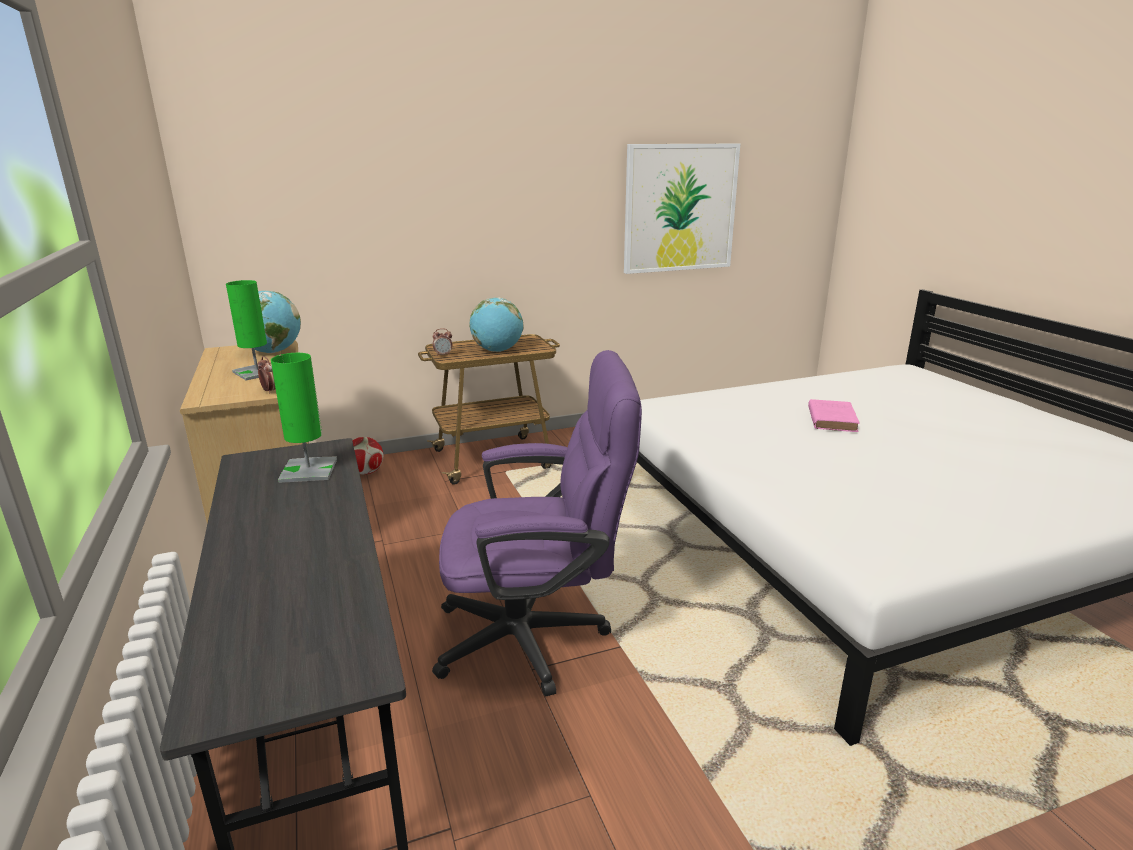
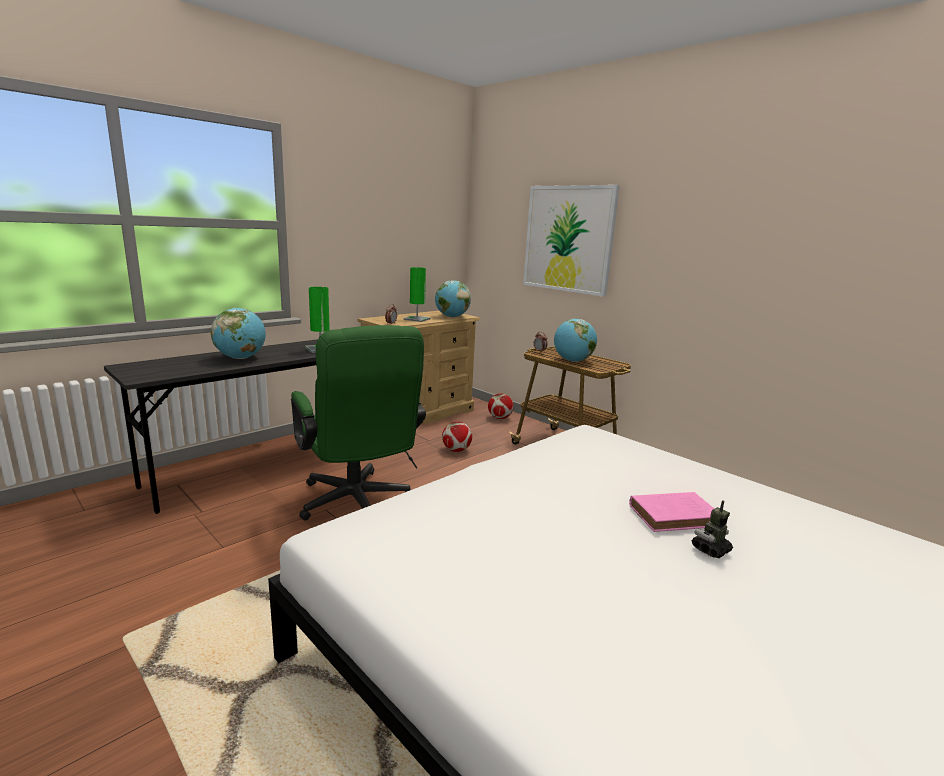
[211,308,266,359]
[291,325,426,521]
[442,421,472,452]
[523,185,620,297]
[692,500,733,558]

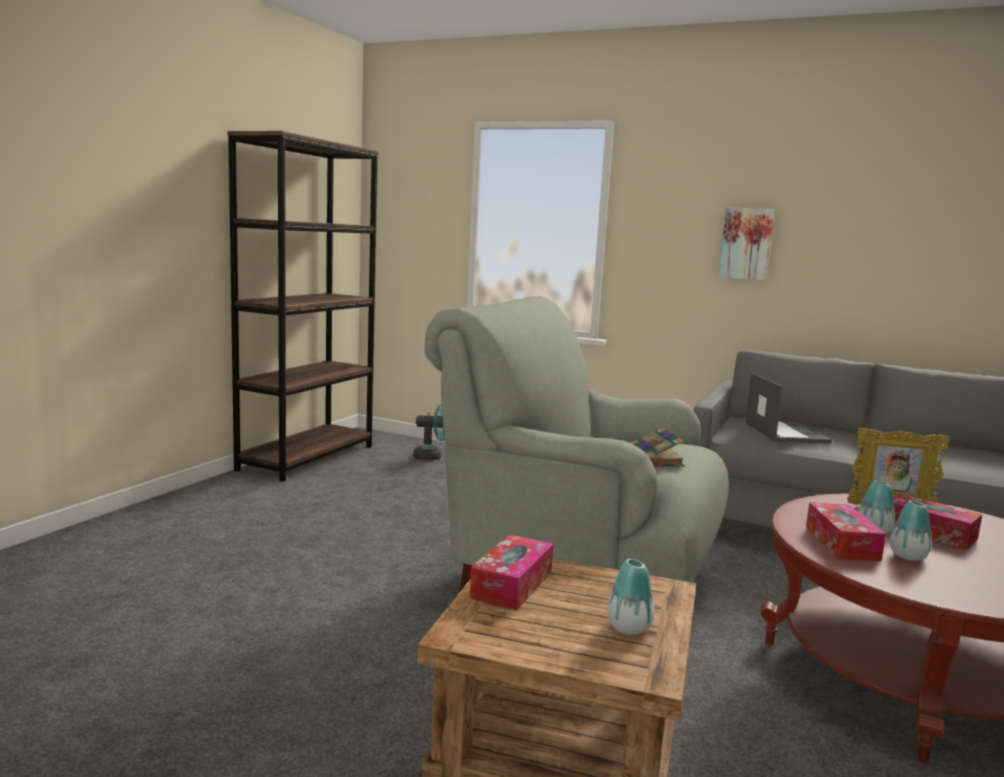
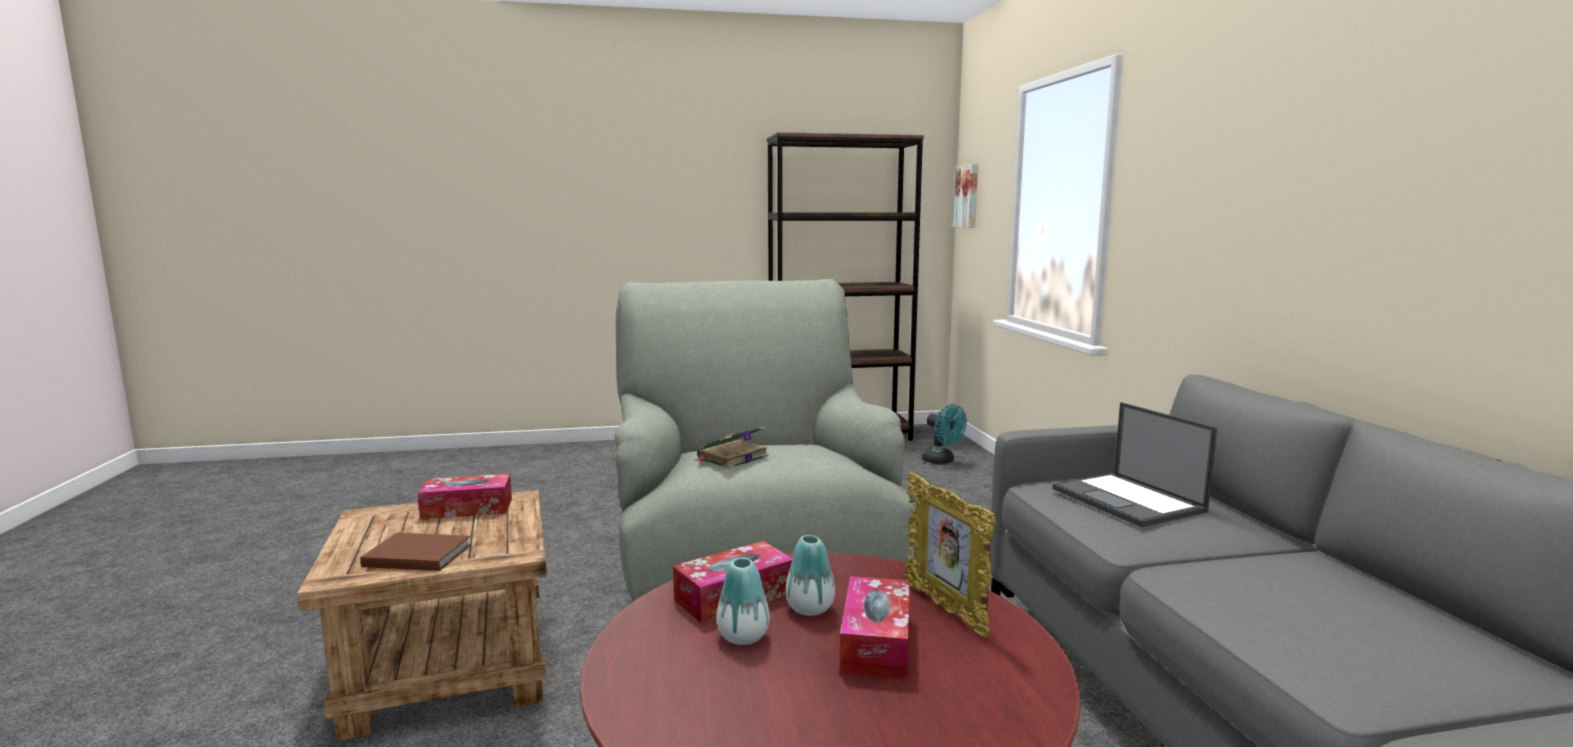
[360,533,471,571]
[953,164,978,228]
[1053,402,1217,527]

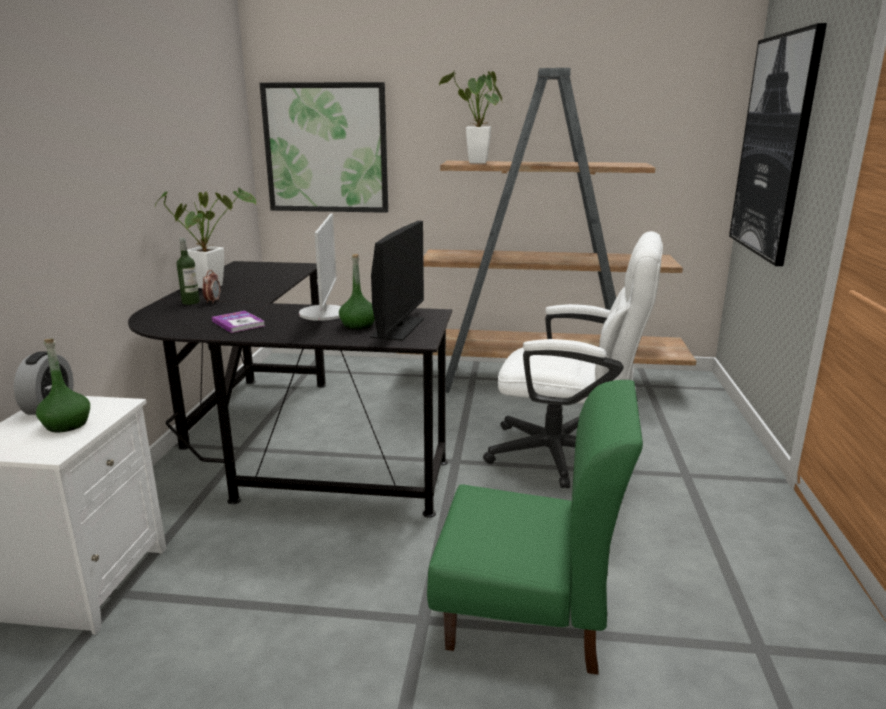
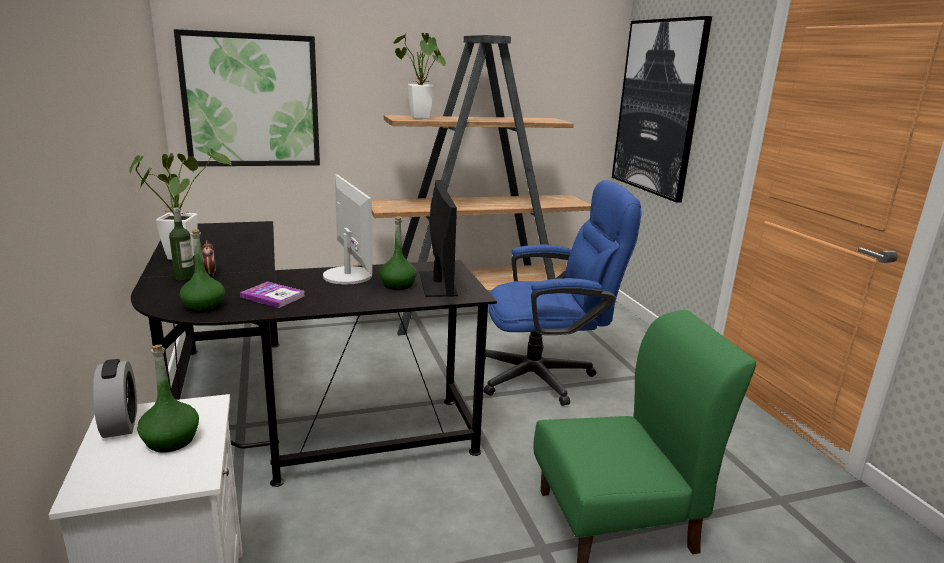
[180,229,225,312]
[475,180,642,406]

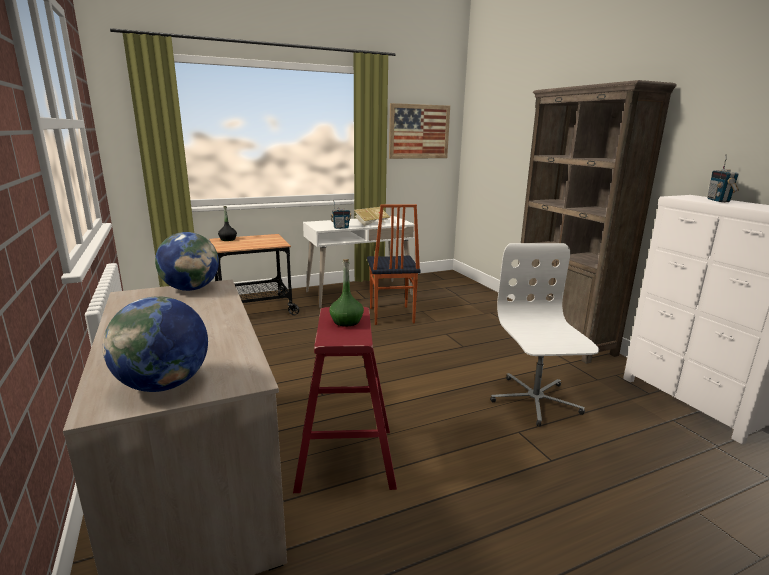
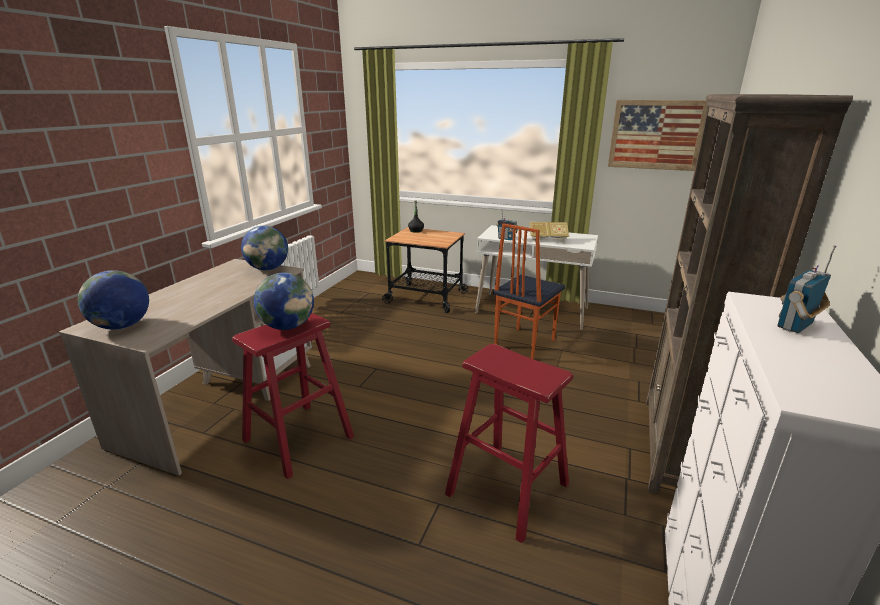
[254,273,314,330]
[445,344,573,543]

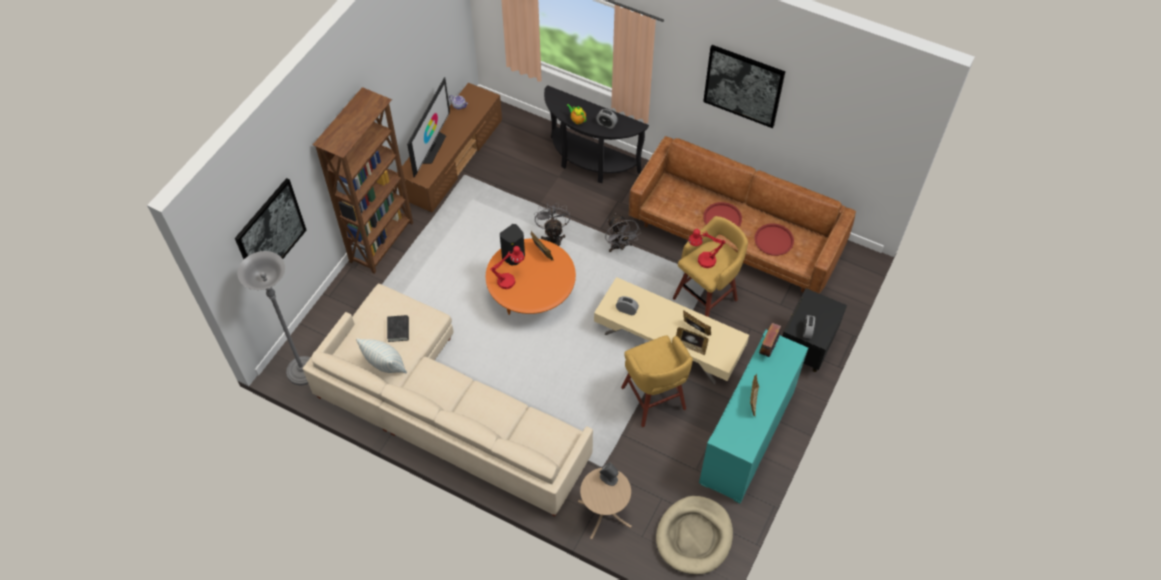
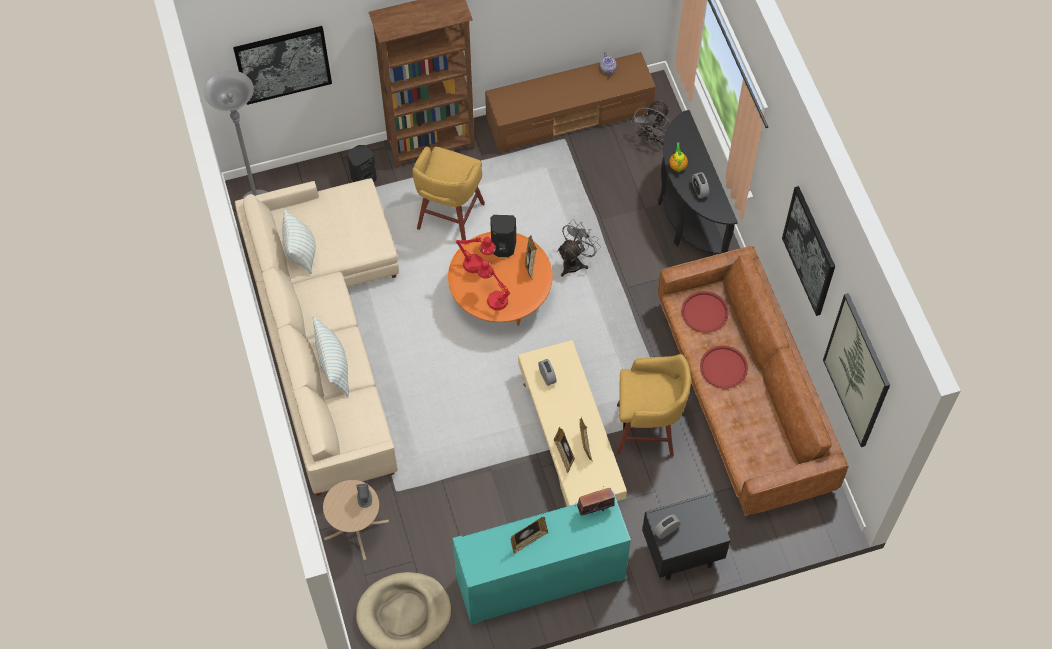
[313,317,349,397]
[347,145,377,182]
[412,146,485,240]
[477,260,510,310]
[631,100,671,145]
[681,291,729,333]
[823,293,890,447]
[387,315,409,342] (first image)
[407,77,450,178] (first image)

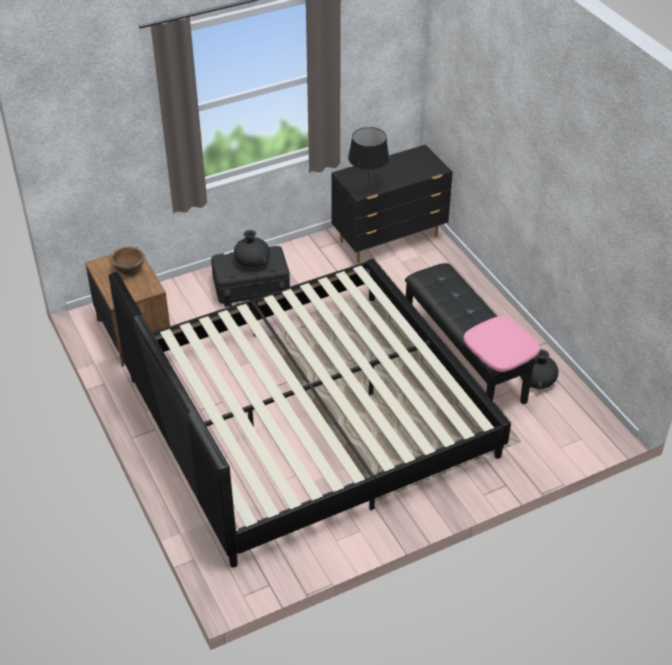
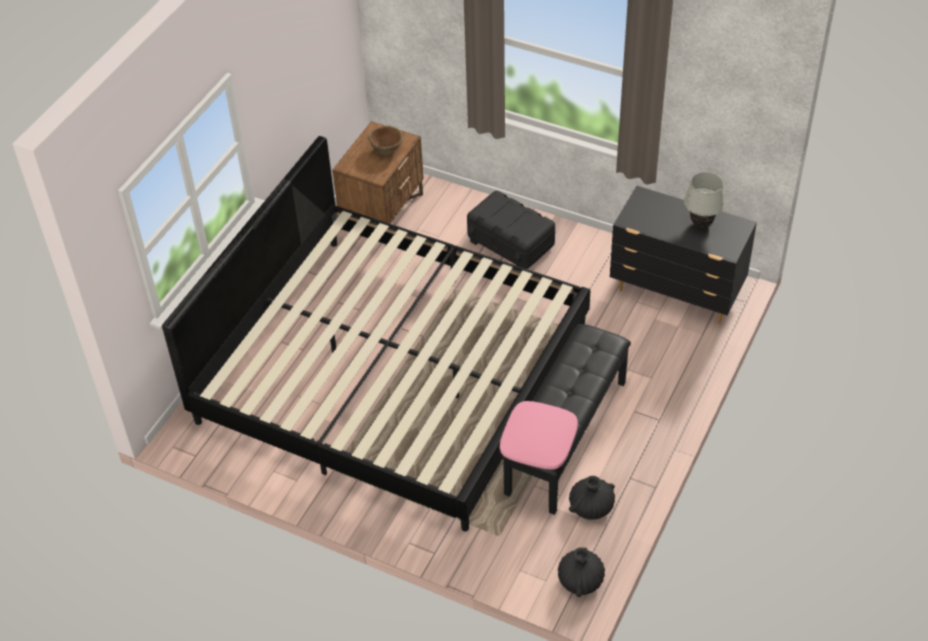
[558,547,605,597]
[684,172,725,228]
[348,127,389,183] (first image)

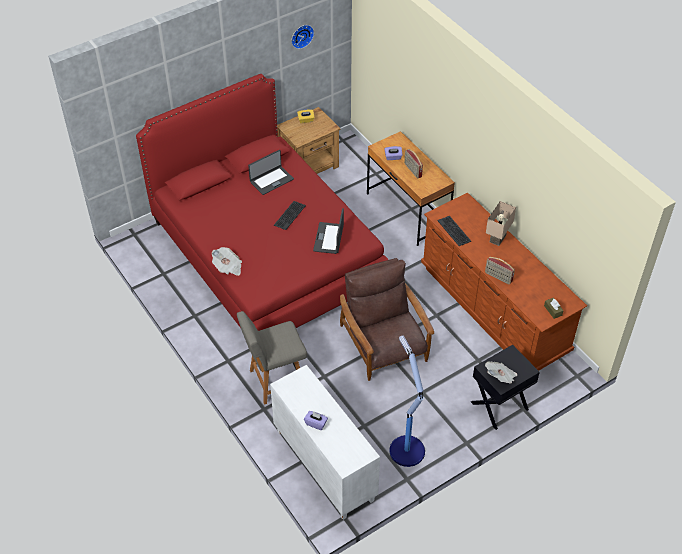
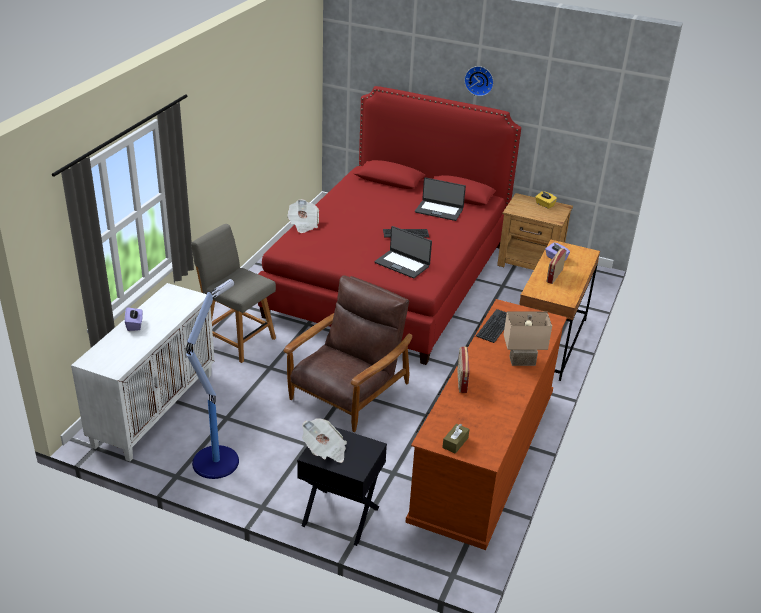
[374,226,432,279]
[464,66,494,96]

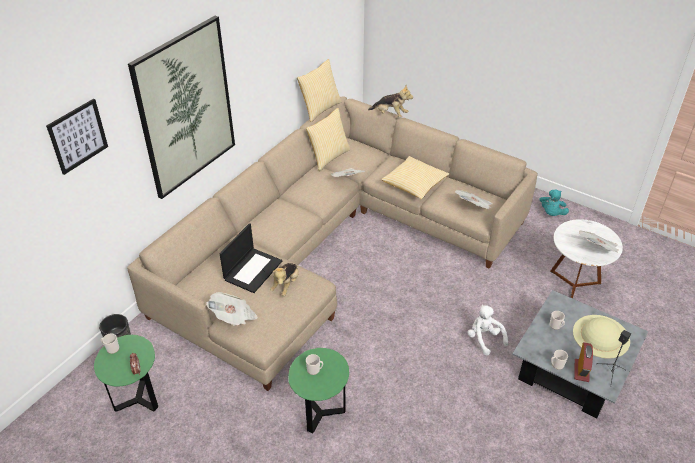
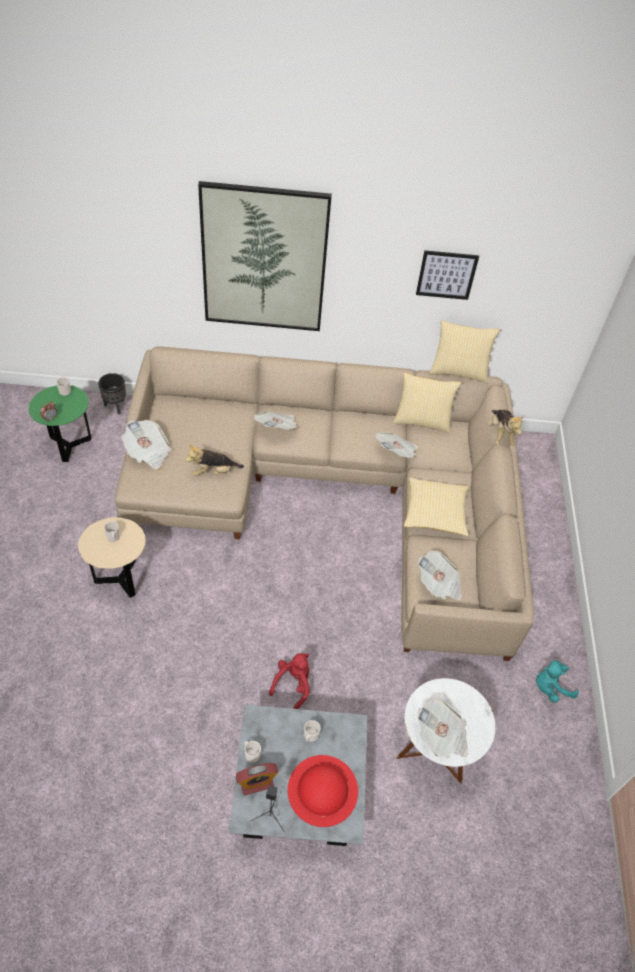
[78,517,146,598]
[254,411,297,430]
[269,653,310,709]
[288,755,358,827]
[416,250,479,300]
[219,223,282,293] (first image)

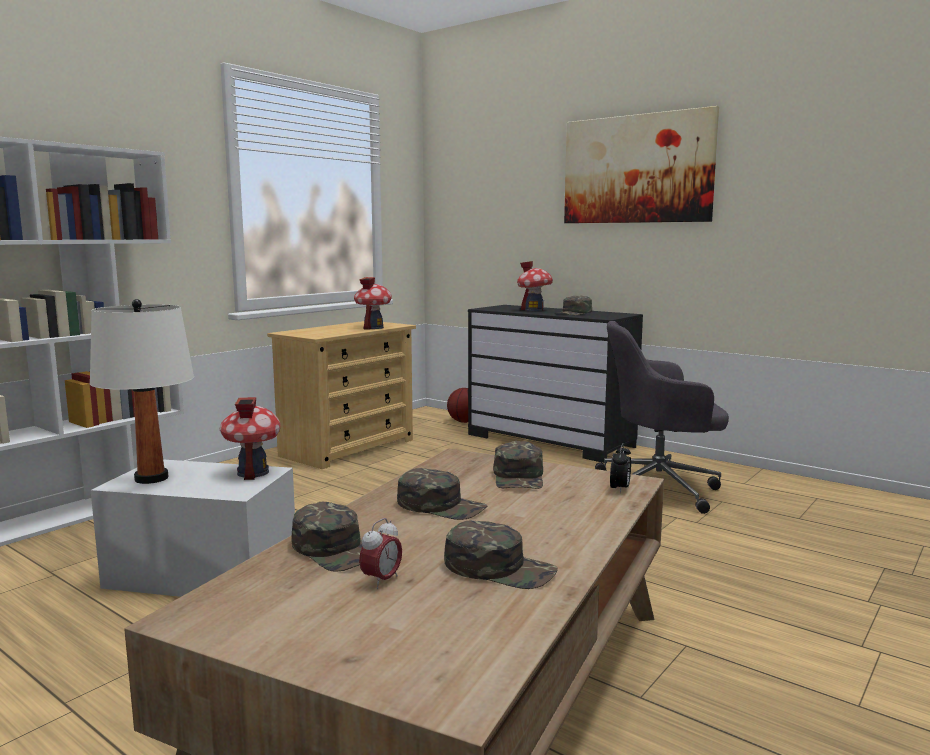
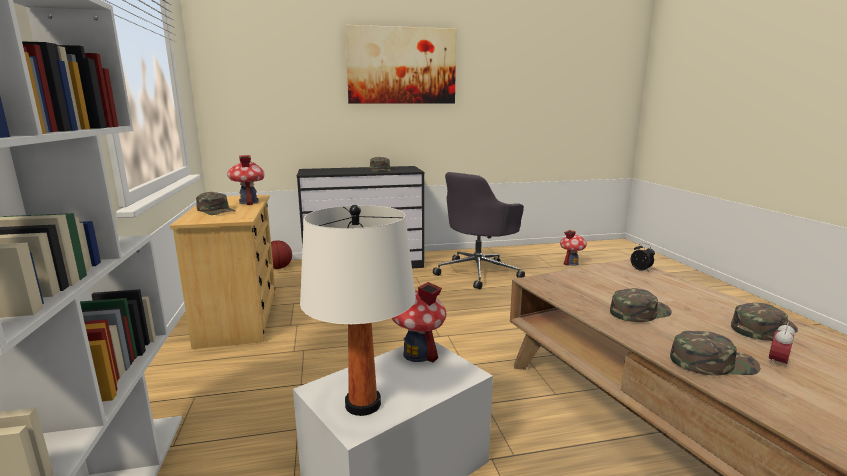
[196,192,236,215]
[560,230,587,266]
[769,322,795,366]

